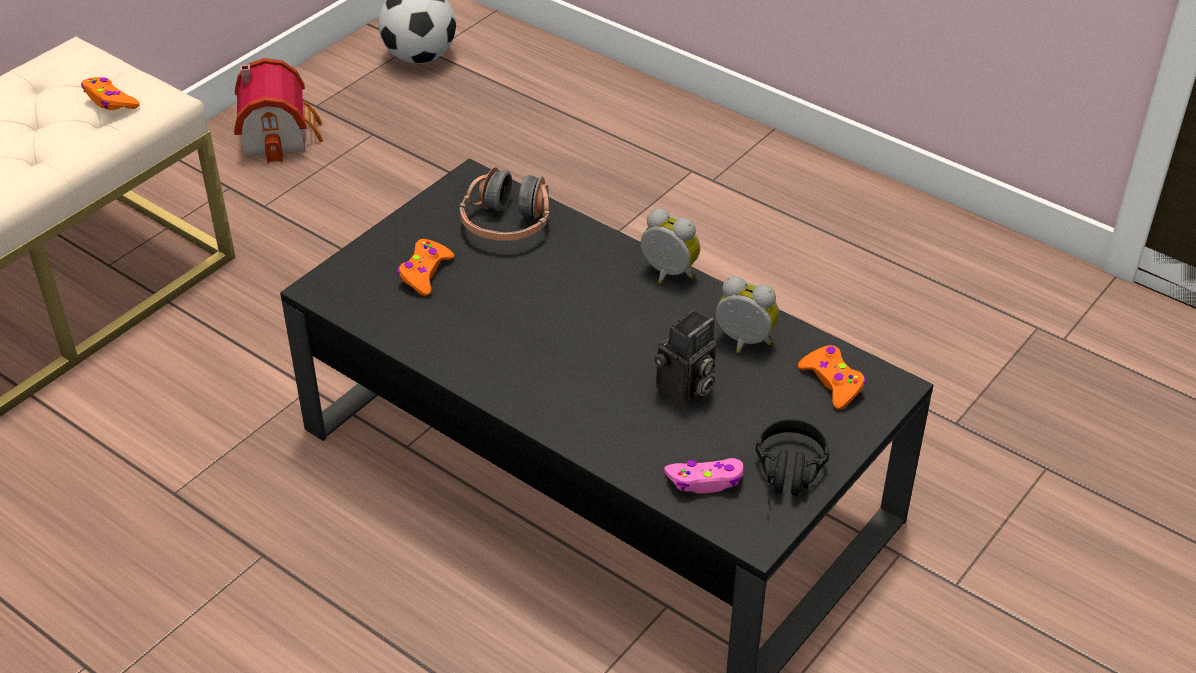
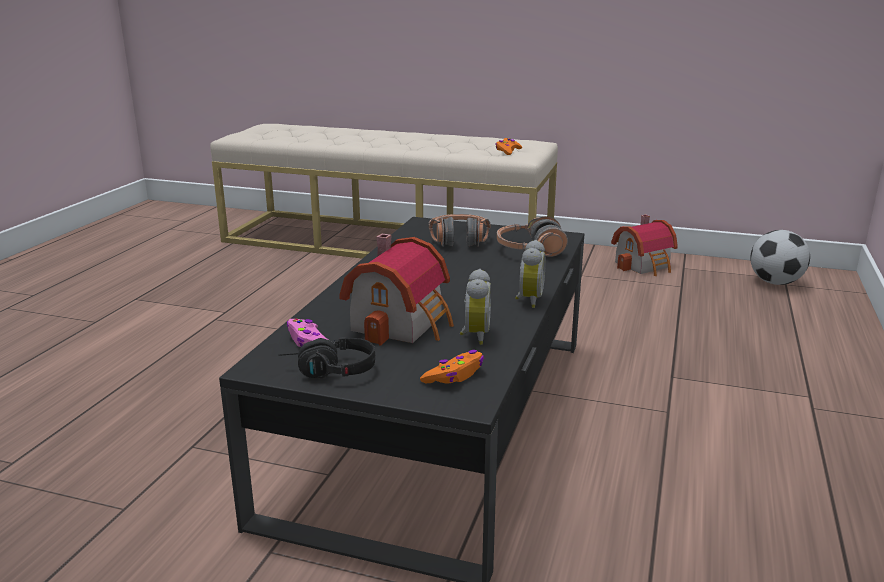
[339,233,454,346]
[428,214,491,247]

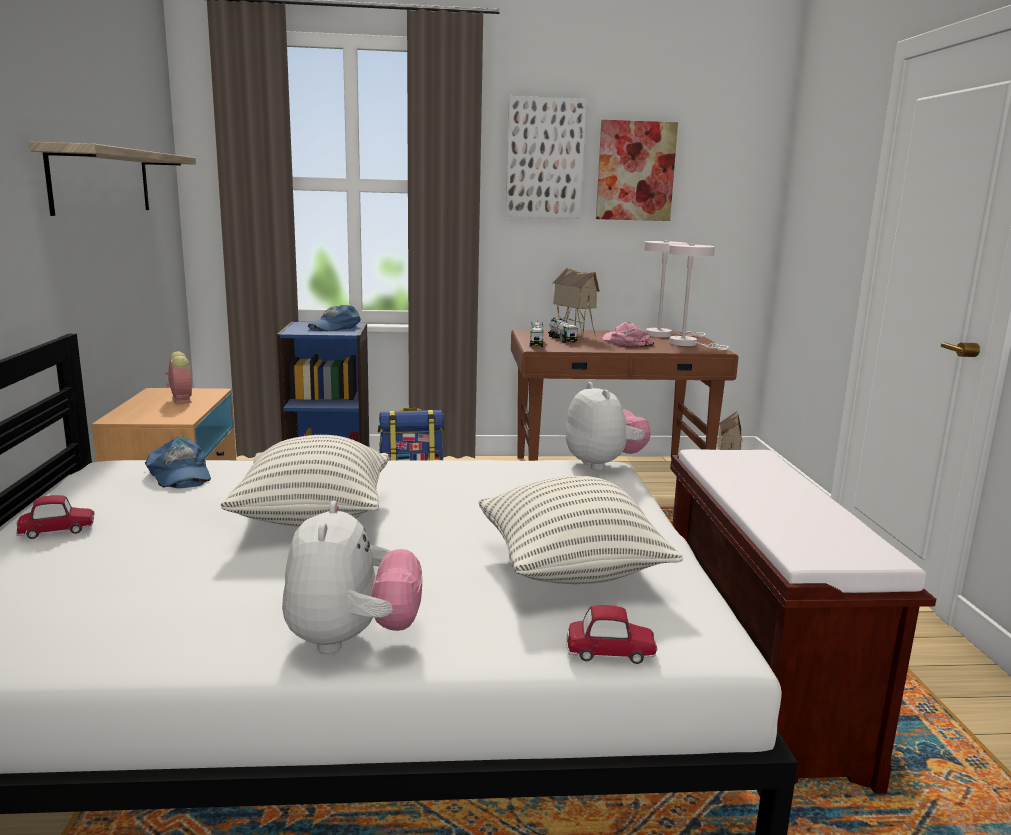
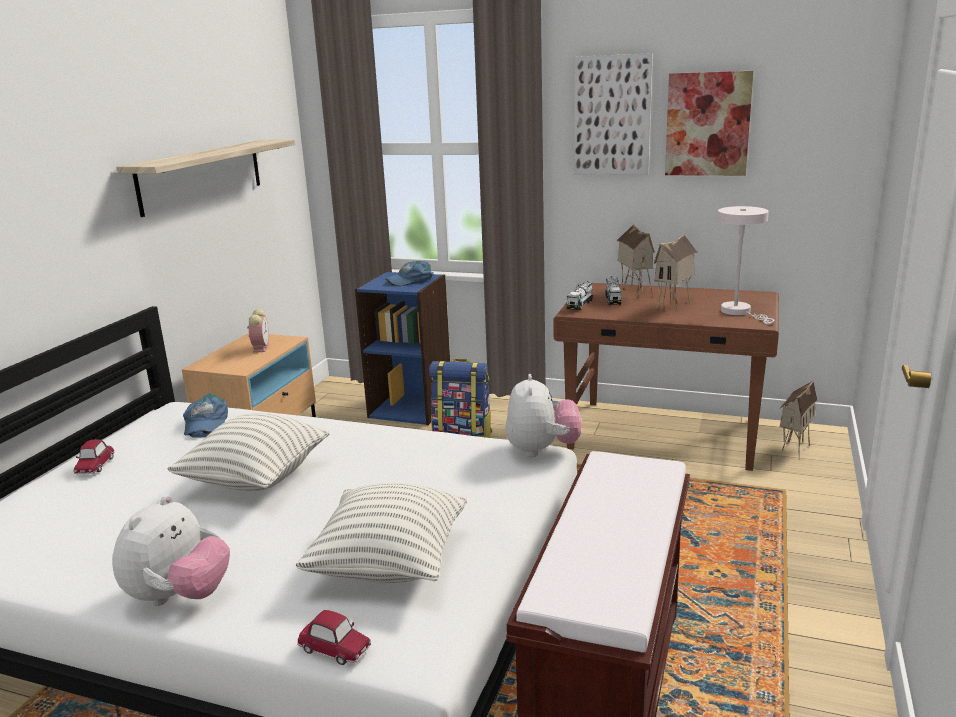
[74,440,115,474]
[654,234,698,312]
[644,241,706,337] (first image)

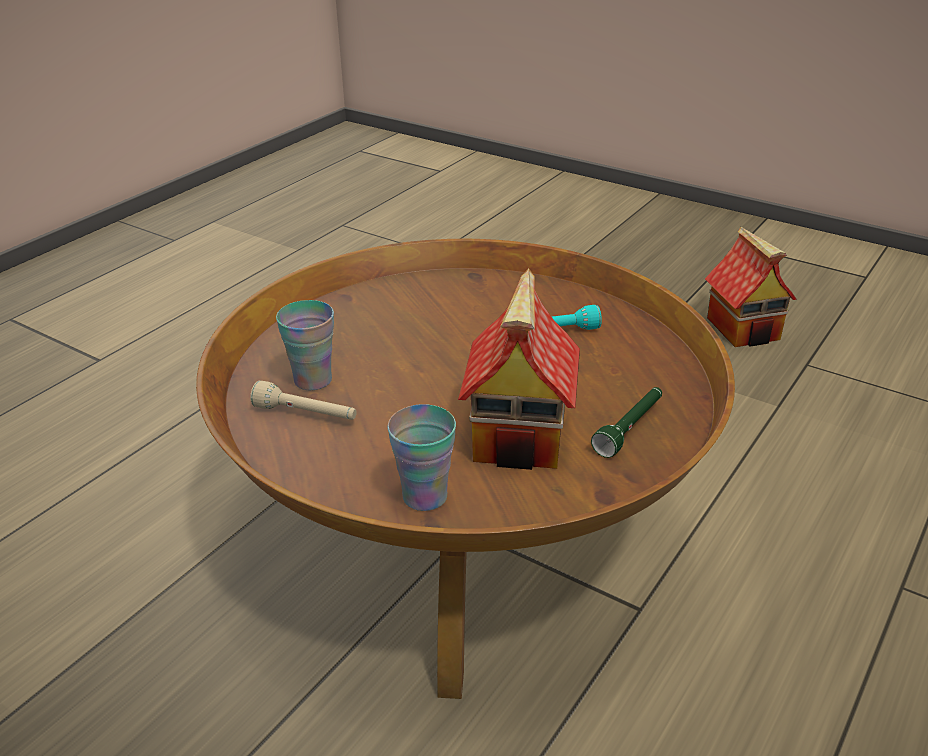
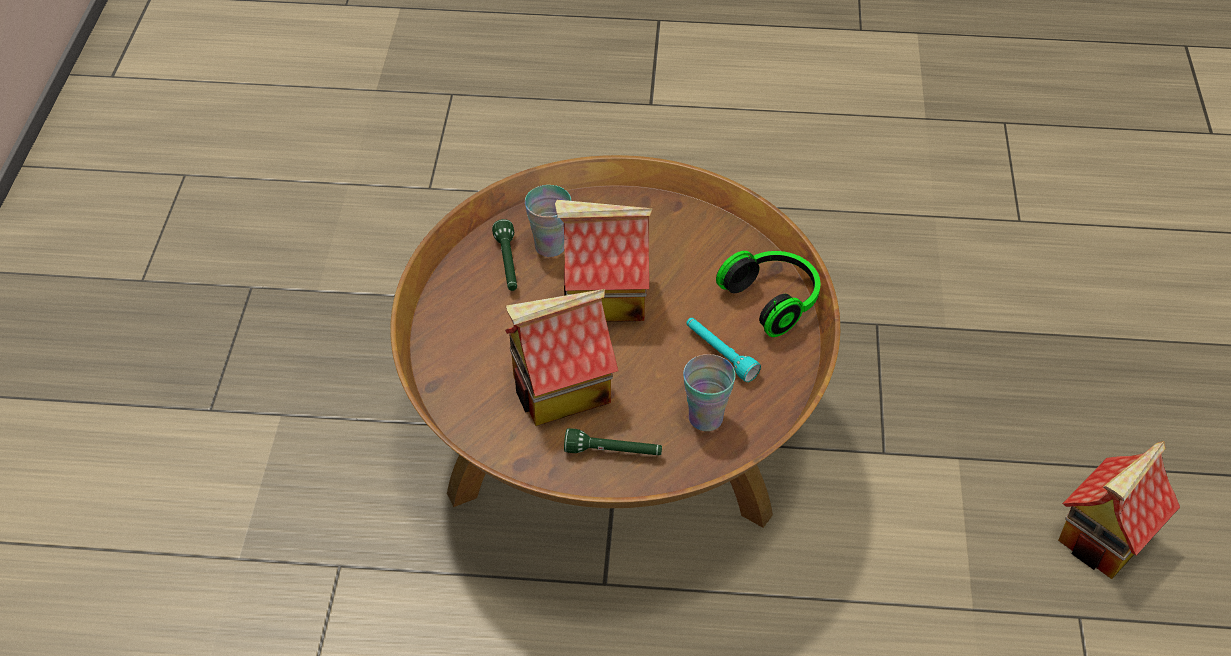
[492,219,517,291]
[555,200,653,322]
[683,354,735,431]
[716,251,820,337]

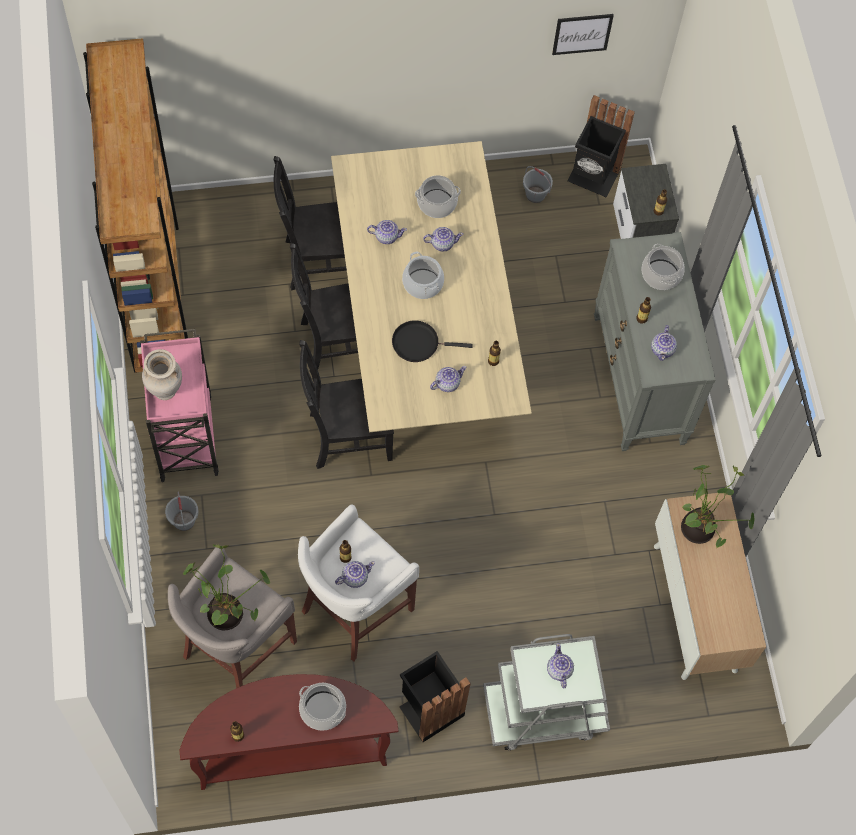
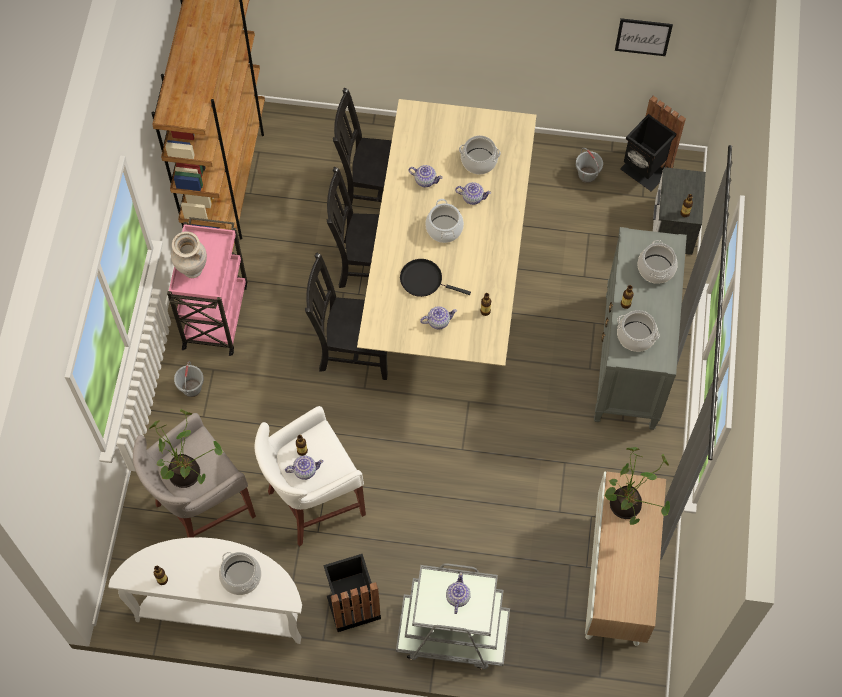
[108,537,302,644]
[617,310,660,352]

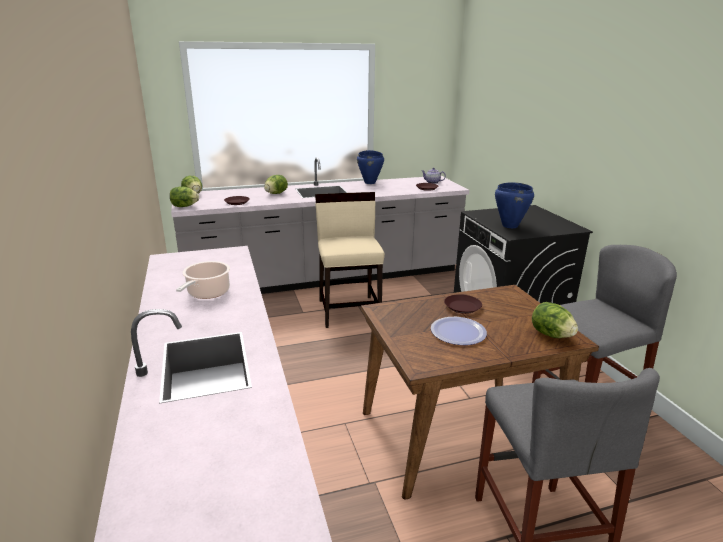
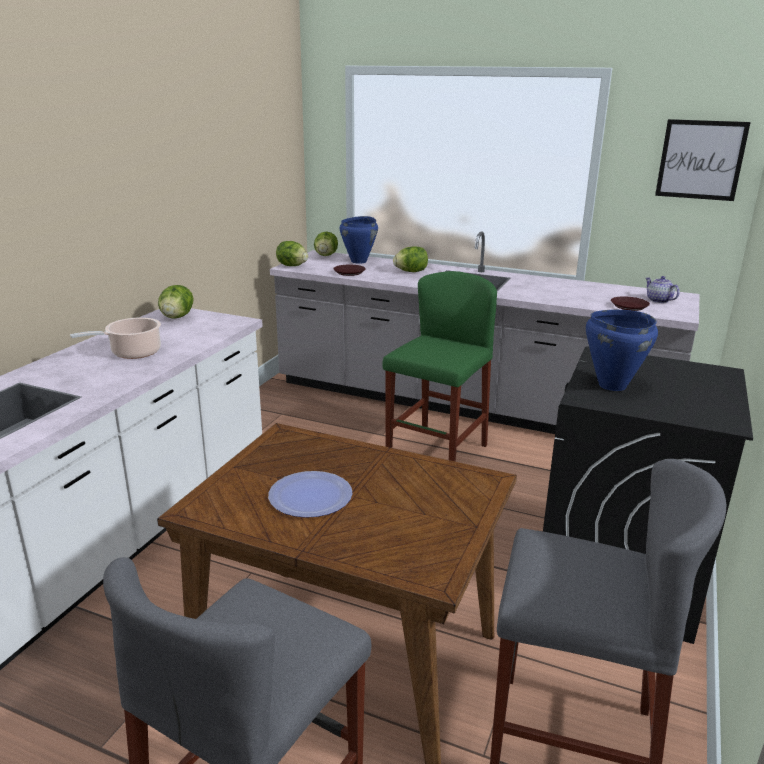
[158,285,194,319]
[339,216,378,264]
[383,271,497,462]
[655,119,751,201]
[444,294,482,314] (first image)

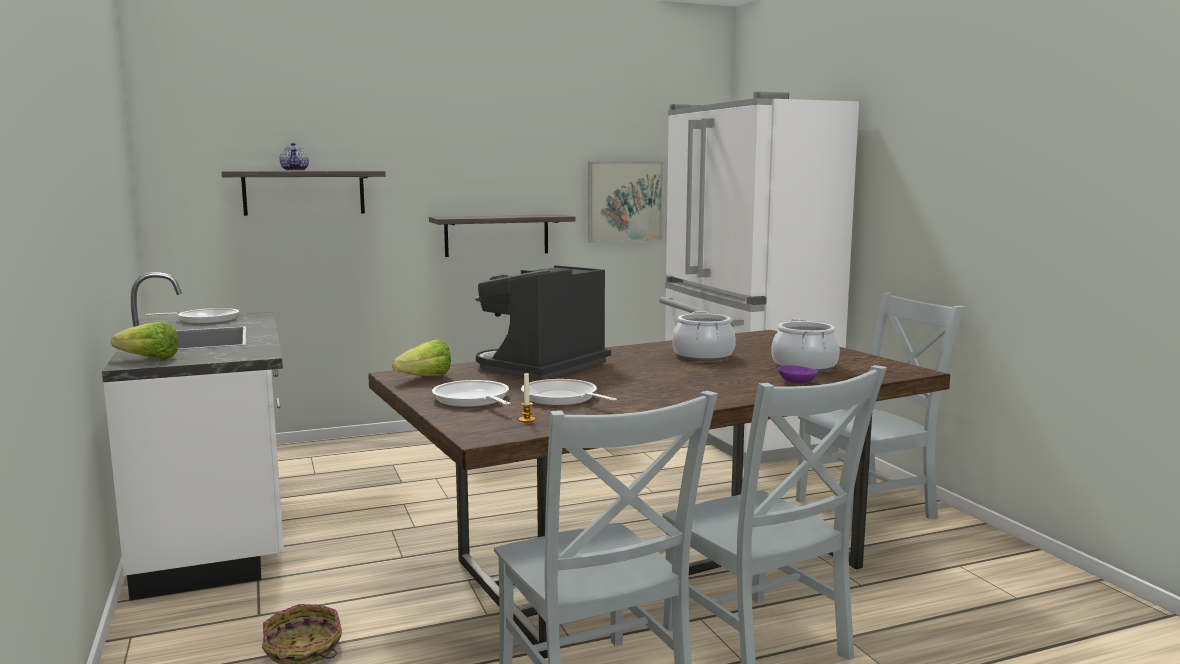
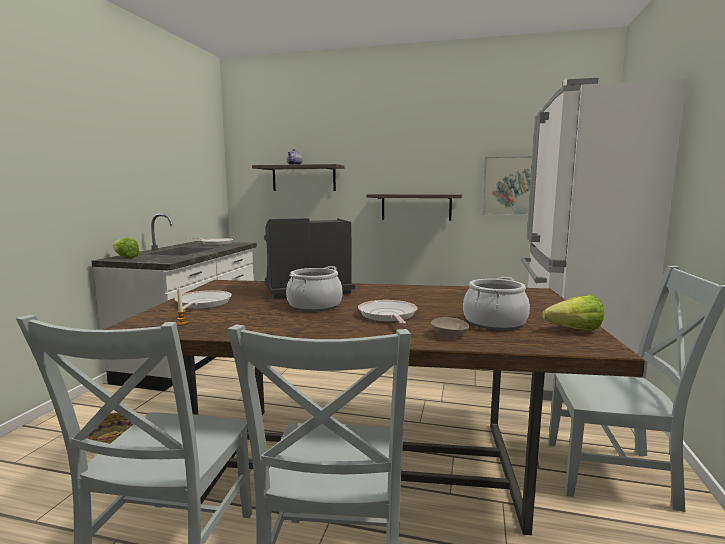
[286,266,343,312]
[358,300,417,324]
[431,317,469,337]
[542,295,604,331]

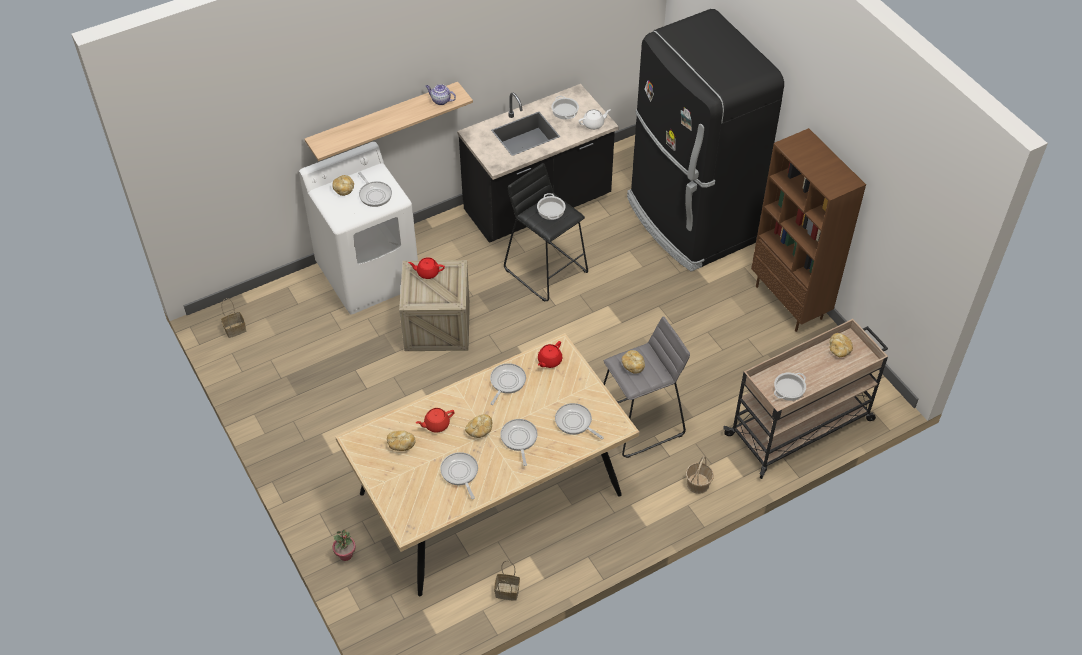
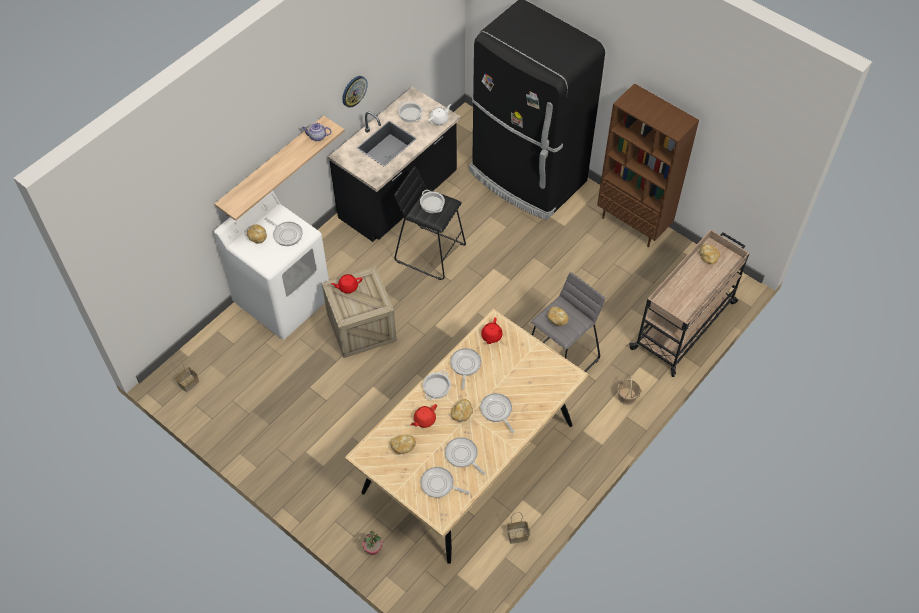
[342,76,368,108]
[420,467,470,498]
[423,371,451,400]

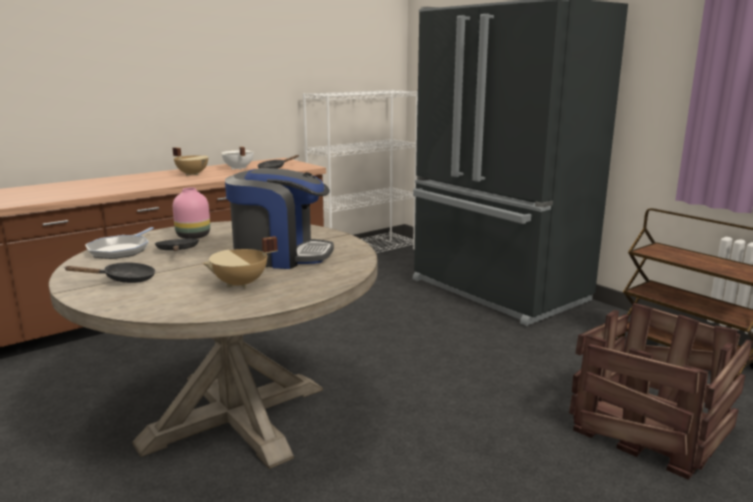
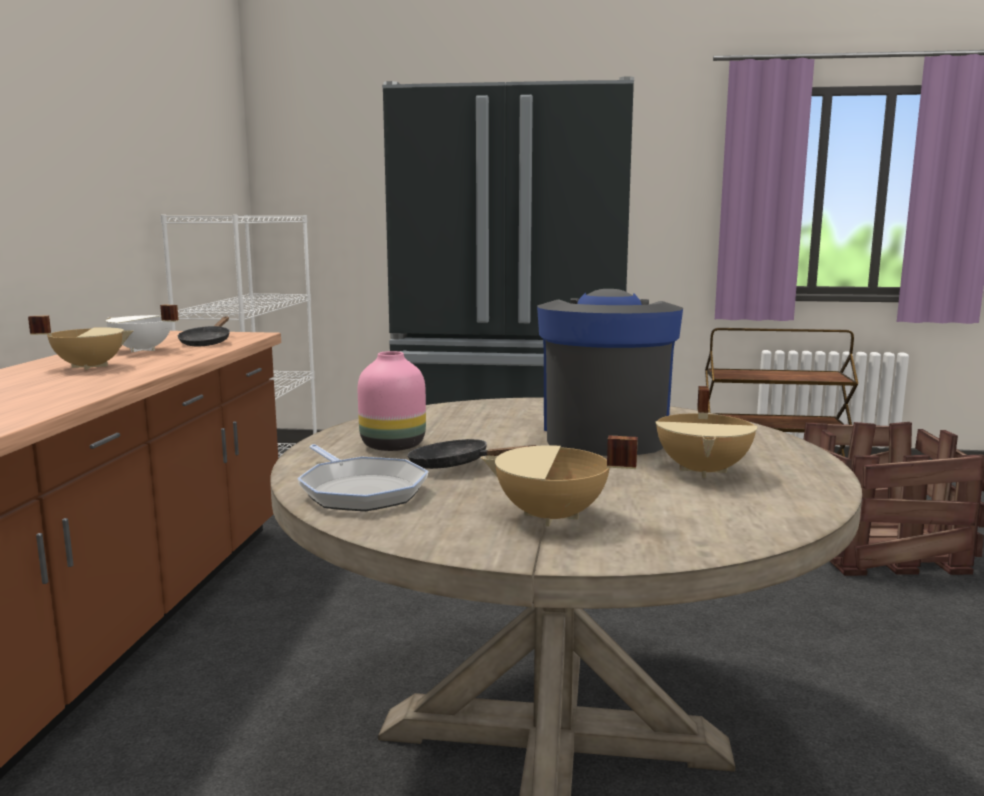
[481,435,638,526]
[537,289,683,456]

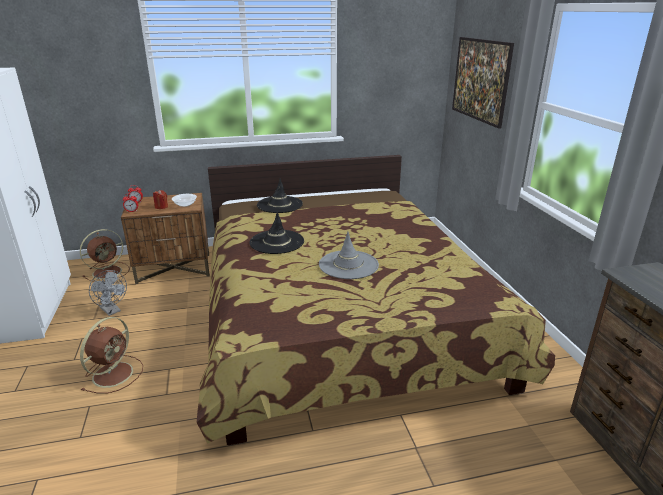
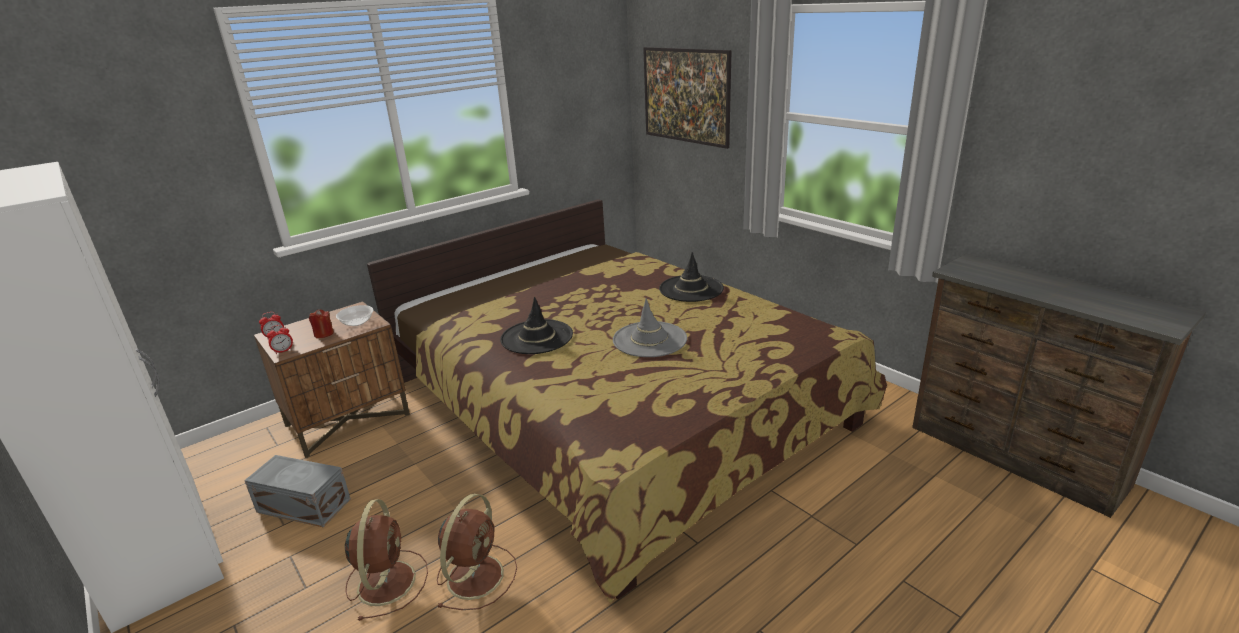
[244,455,351,527]
[437,494,517,610]
[659,252,724,302]

